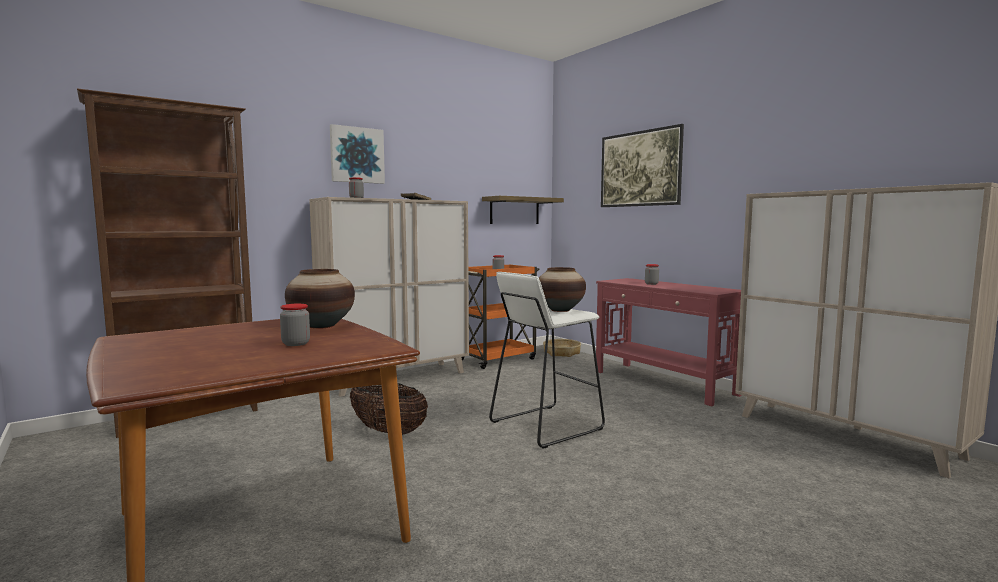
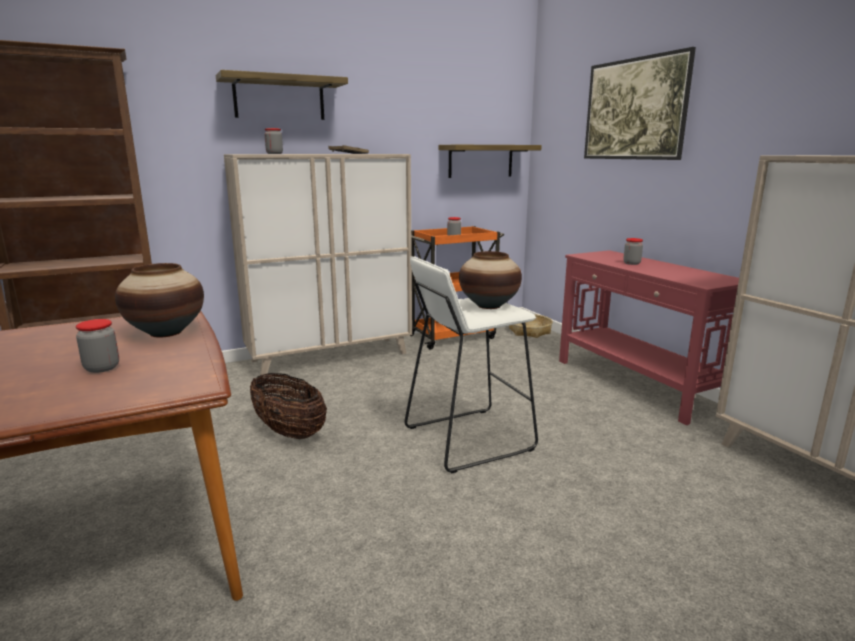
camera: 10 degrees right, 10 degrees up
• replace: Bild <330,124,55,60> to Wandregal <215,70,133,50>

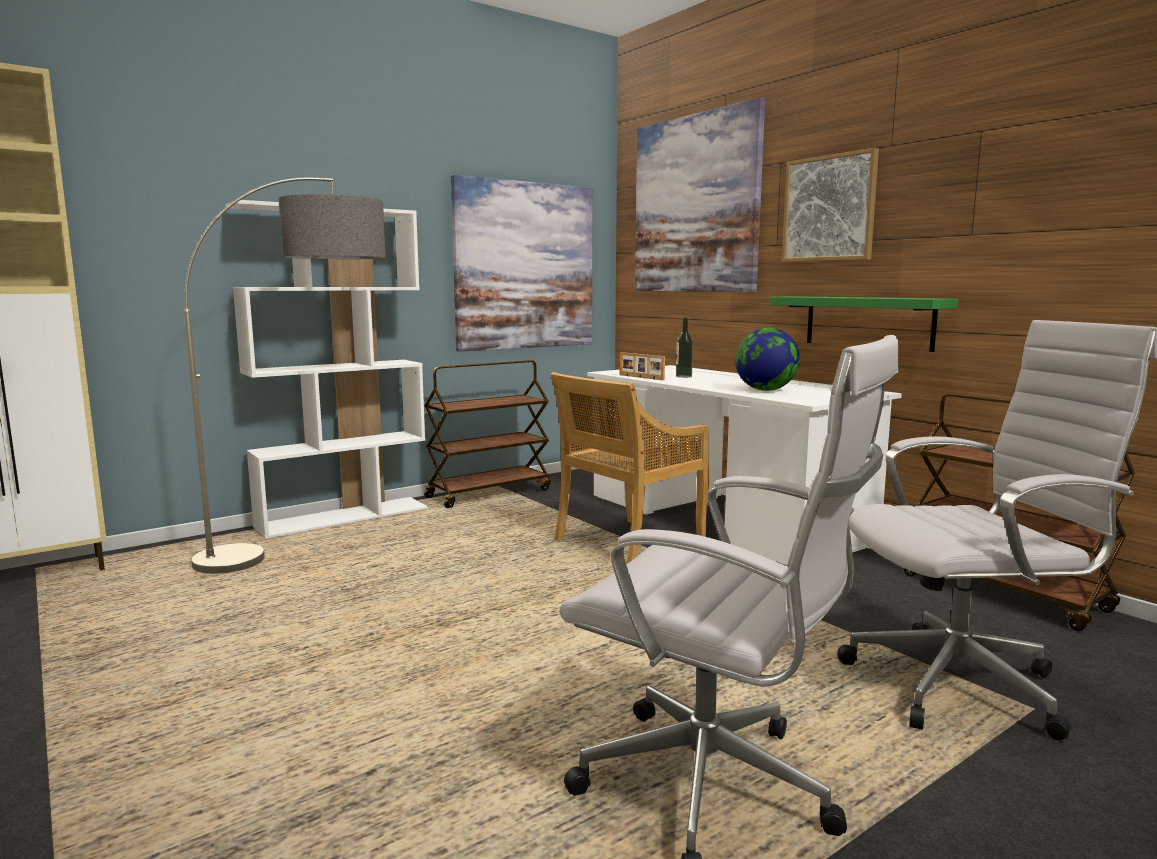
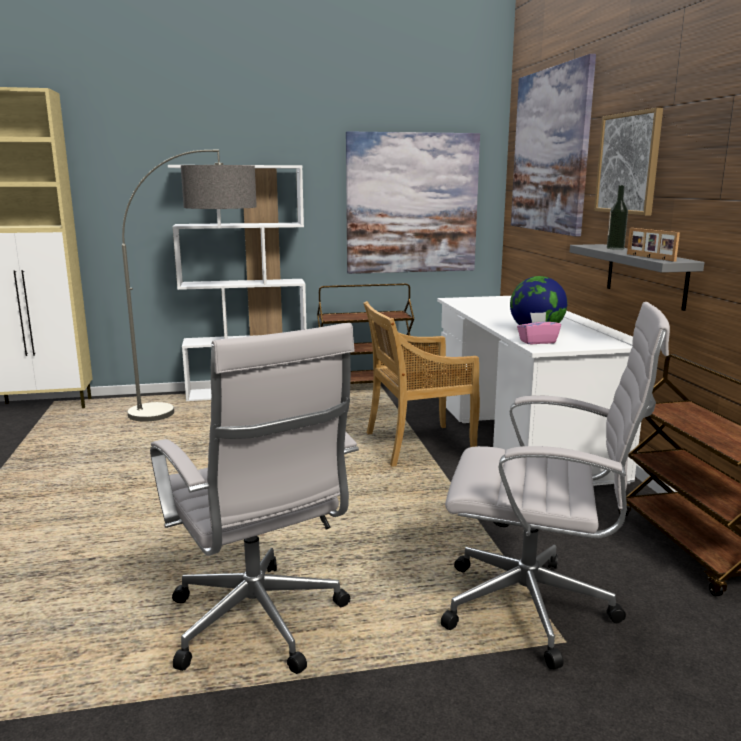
camera: 25 degrees right, 5 degrees up
• insert: Taschentuchbox/rosa <517,312,44,32>
• move: Bilderrahmen <620,352,45,28> to <627,228,53,34>
• move: Flasche <676,317,17,61> to <607,185,21,65>
• recolor: Wandregal/grün <770,296,189,56> to Wandregal/grau <570,244,135,67>

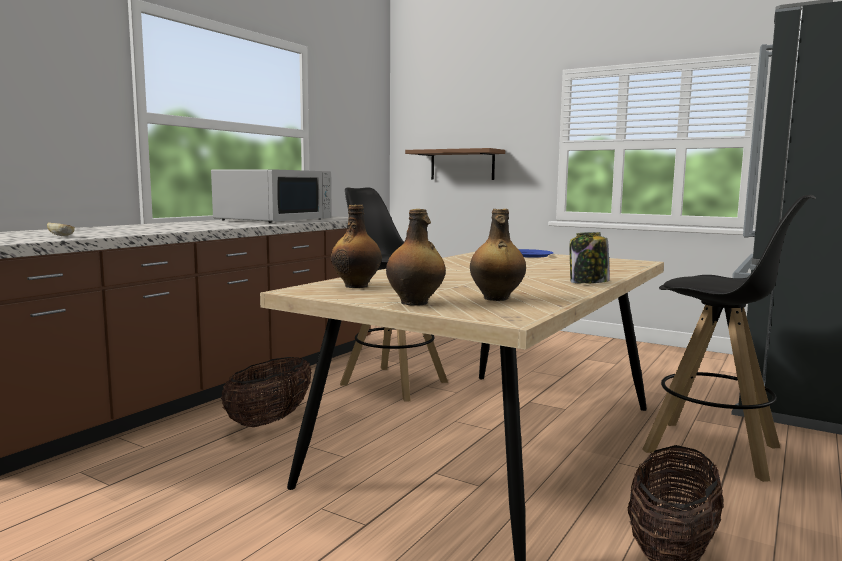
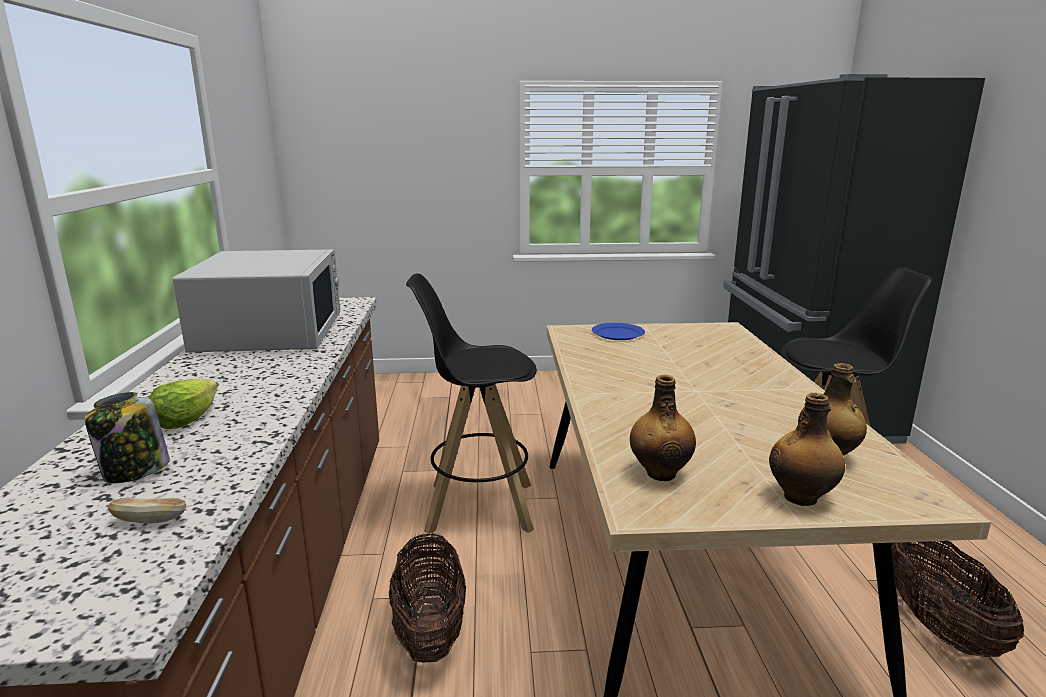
camera: 35 degrees left, 10 degrees up
• delete: Wandregal/braun <405,148,100,32>
• insert: Salatkopf <148,379,70,50>
• move: Vorratsglas <570,232,40,52> to <85,392,85,91>

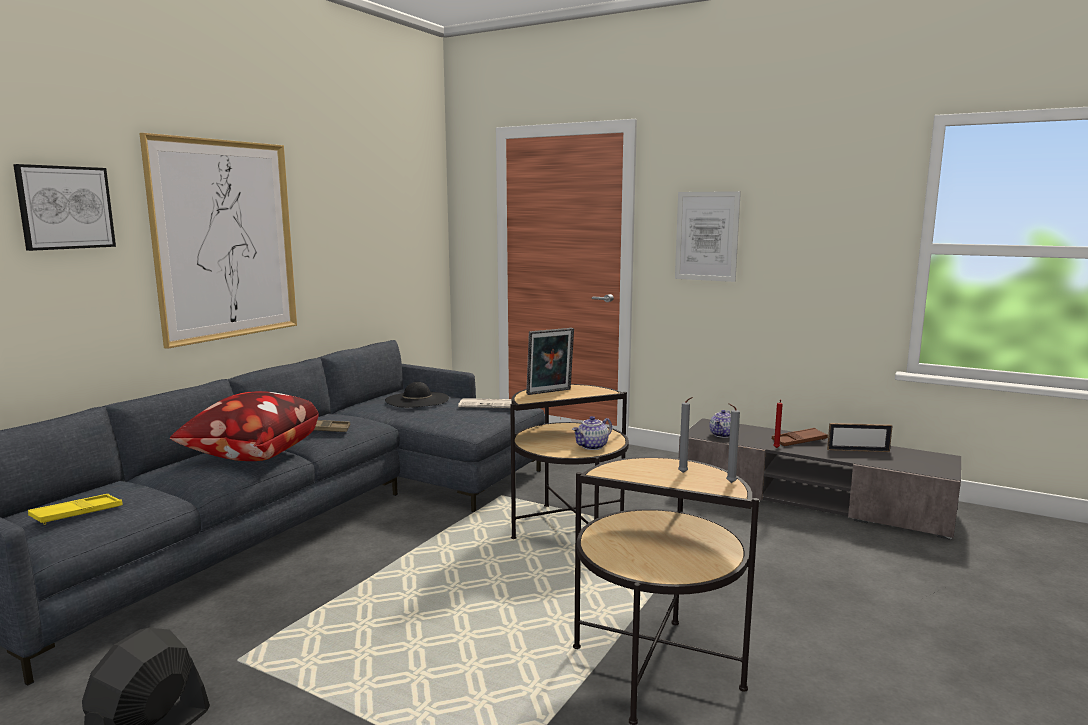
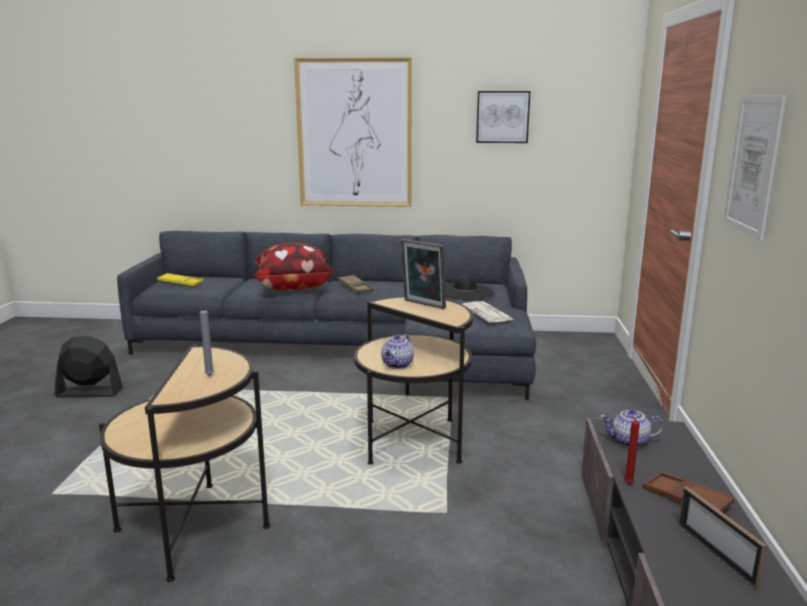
camera: 65 degrees right, 5 degrees up
• delete: Kerze/grau <726,403,14,80>
• move: Bild <13,164,103,87> to <476,91,55,52>
• rotate: Teekanne <572,416,40,34> = <381,334,33,35> 90 degrees counterclockwise

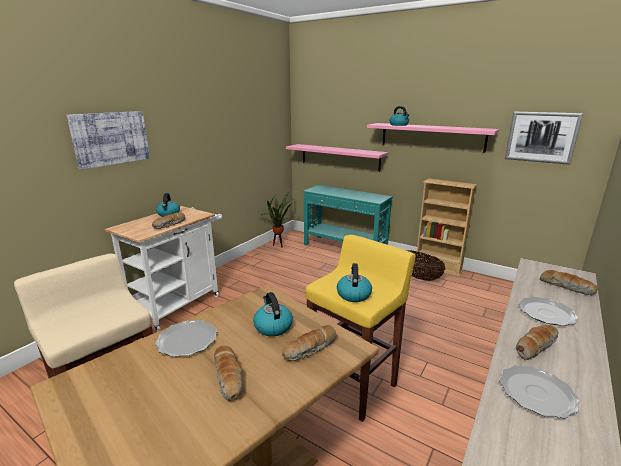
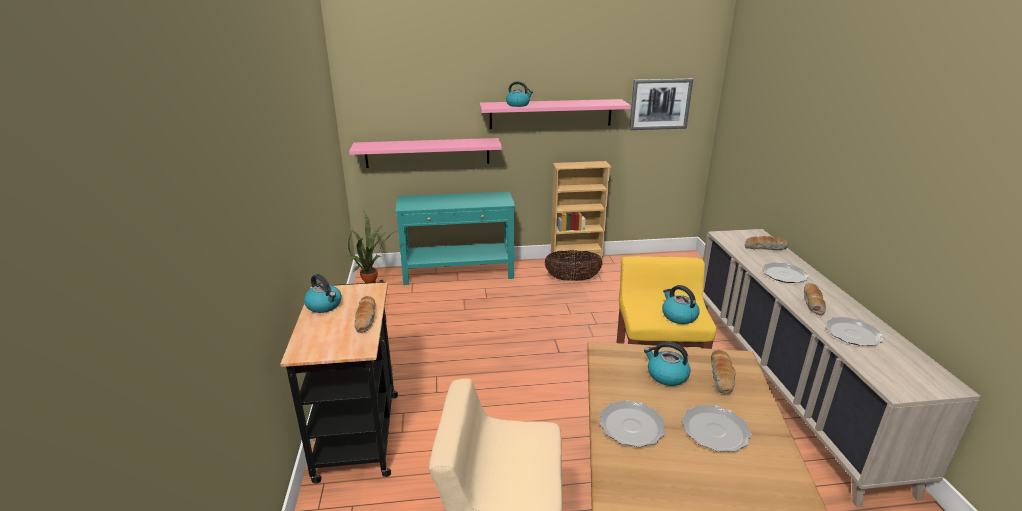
camera: 40 degrees left, 5 degrees up
• delete: Bild <67,111,83,59>
• replace: Brot <214,346,28,55> to Teller <681,405,71,47>
• recolor: Rollwagen/weiß <105,206,117,126> to Rollwagen/schwarz <280,280,118,204>

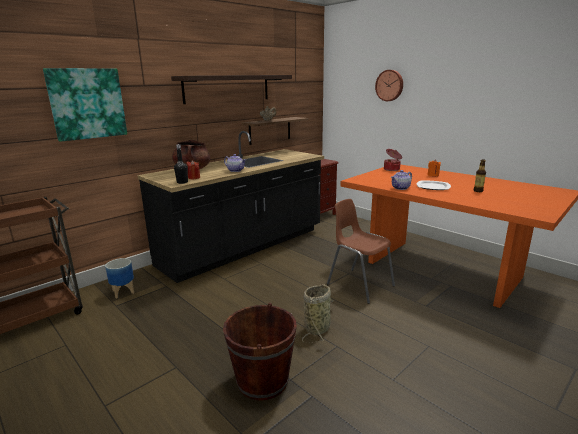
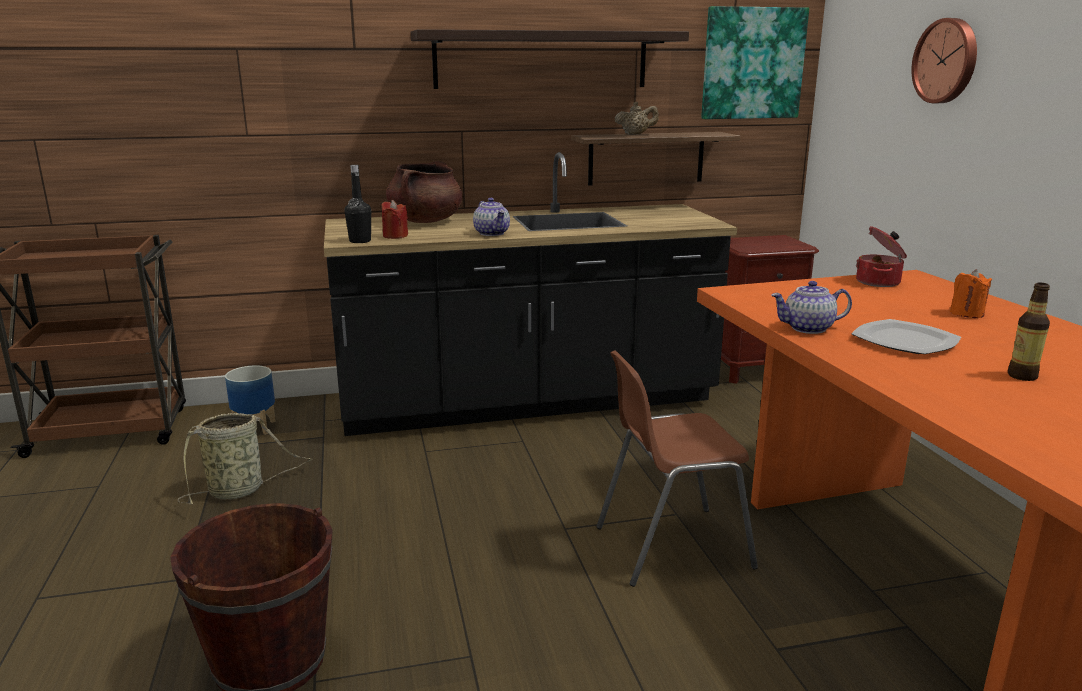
camera: 30 degrees right, 0 degrees up
• move: Bild <43,68,84,74> to <701,6,108,113>
• move: Korb <302,285,31,58> to <178,413,134,91>
• rotate: Stuhl/braun <327,199,68,105> = <596,351,162,236> 90 degrees counterclockwise

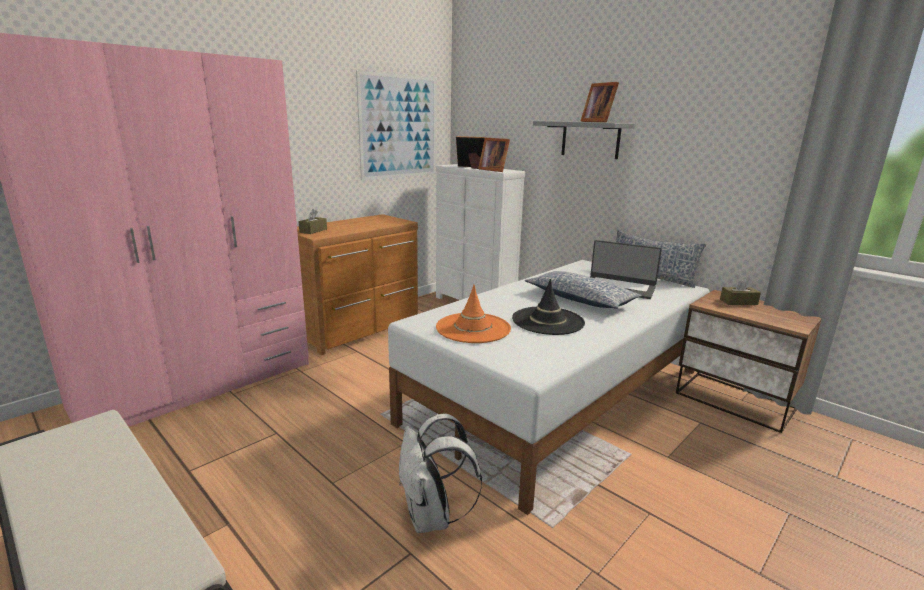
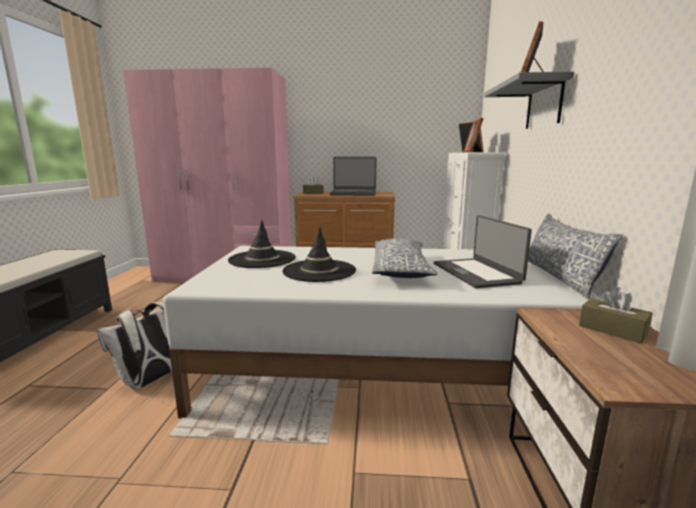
camera: 50 degrees right, 5 degrees down
• delete: Bild <356,70,80,111>
• insert: Laptop <330,157,47,39>
• recolor: Hut/orange <436,285,75,58> to Hut/schwarz <228,220,67,48>

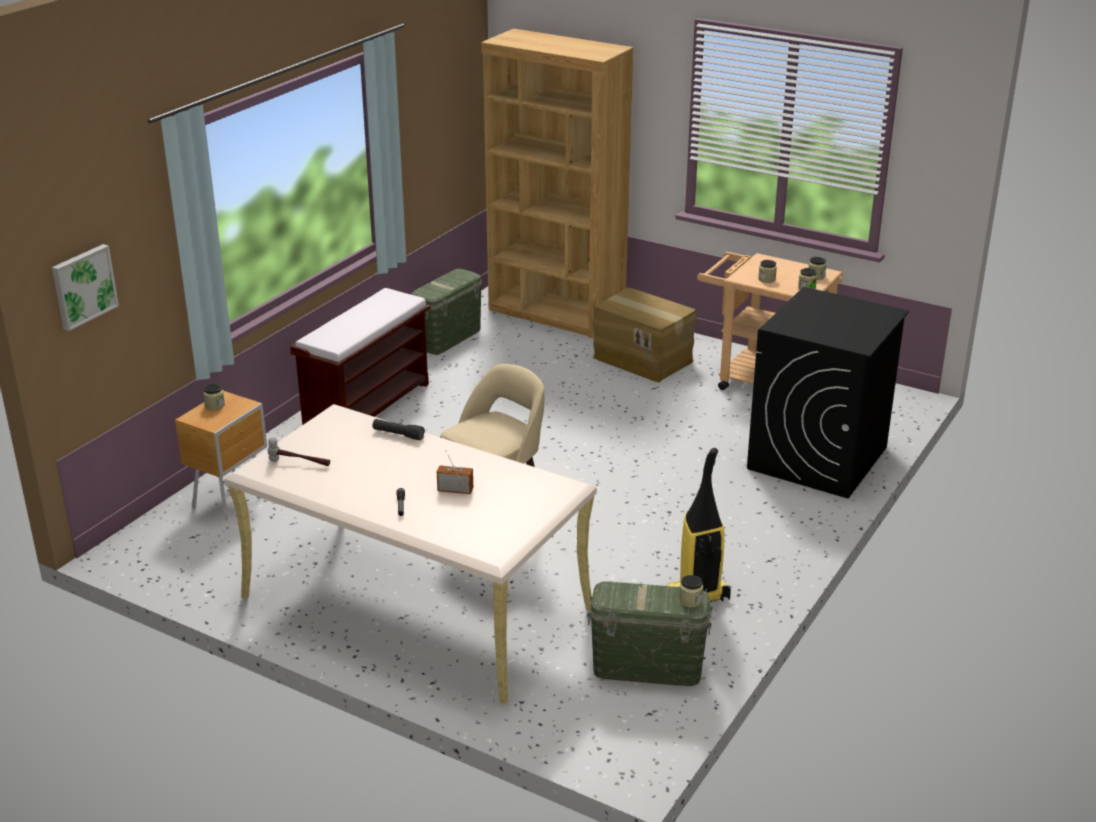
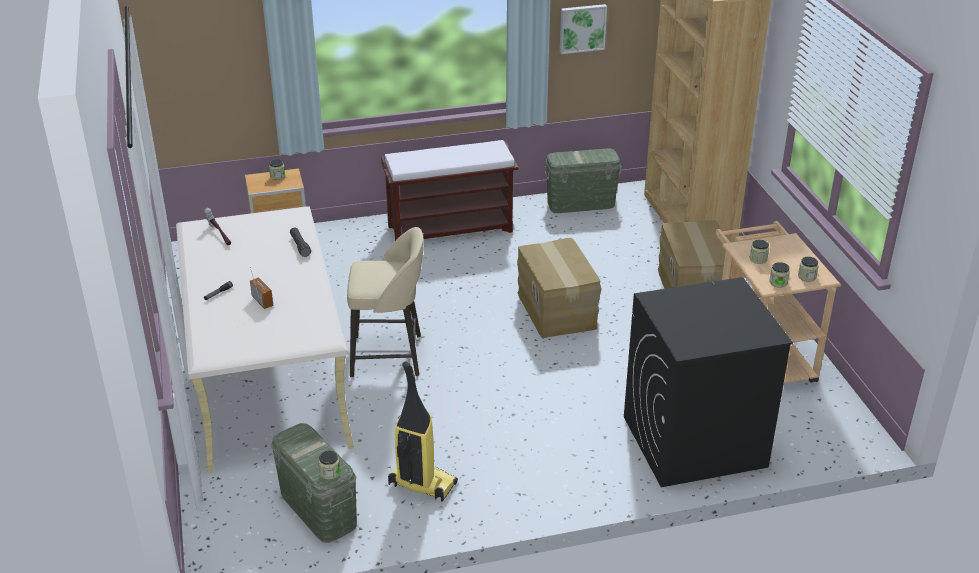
camera: 45 degrees right, 5 degrees up
• insert: Karton <517,238,84,101>
• move: Bild <52,244,67,87> to <560,4,47,50>

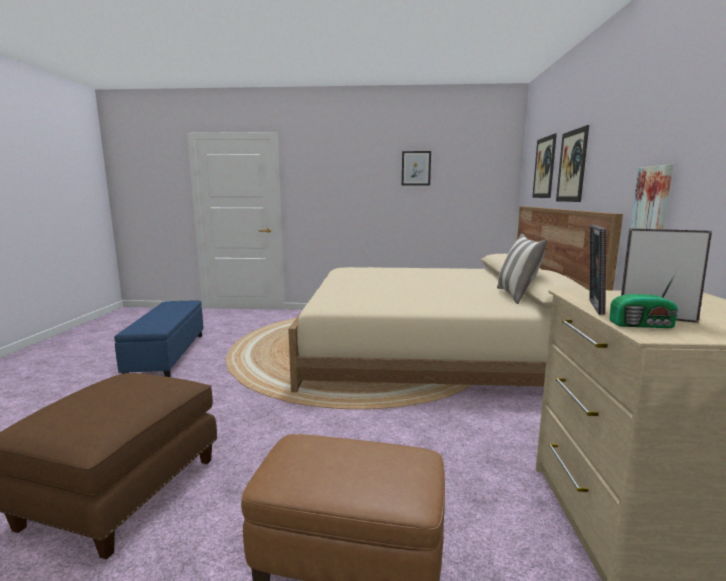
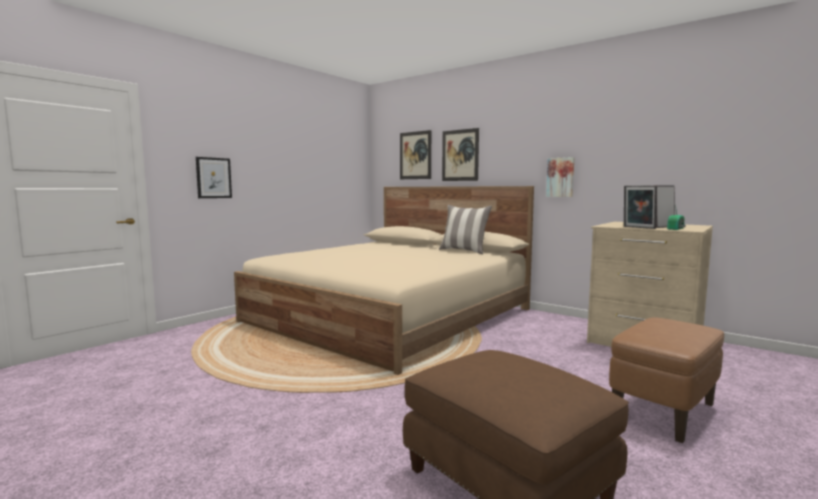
camera: 55 degrees left, 5 degrees down
• delete: Polsterhocker/blau <114,301,90,76>
• move: Bild <402,151,29,34> to <196,157,36,41>

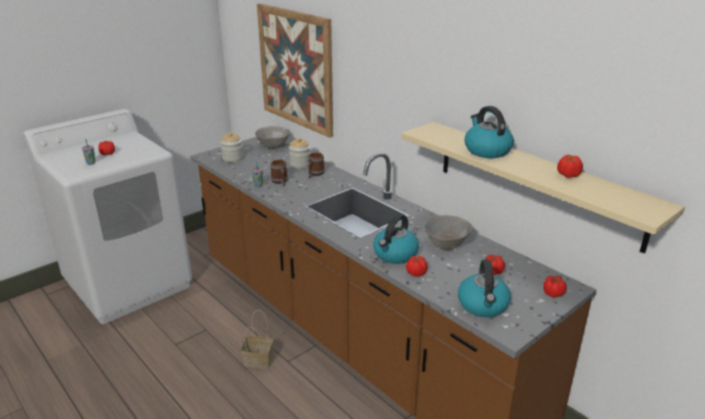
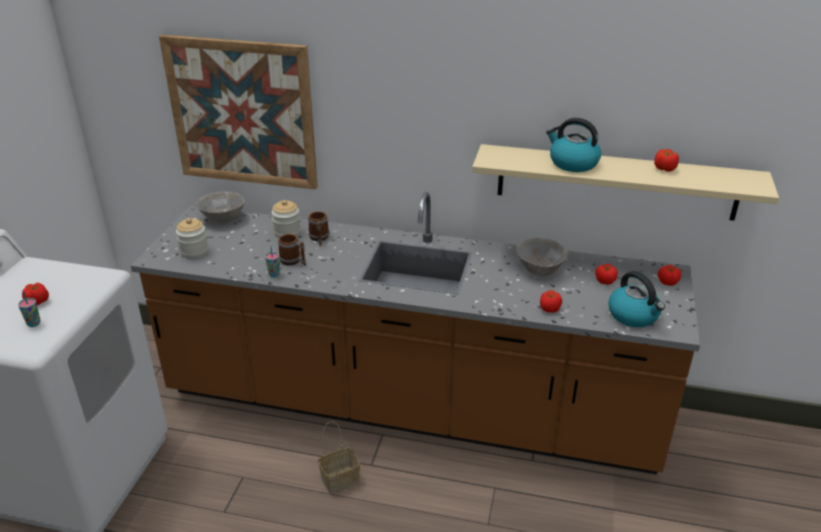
camera: 35 degrees left, 5 degrees up
• delete: Wasserkessel <373,214,46,50>

